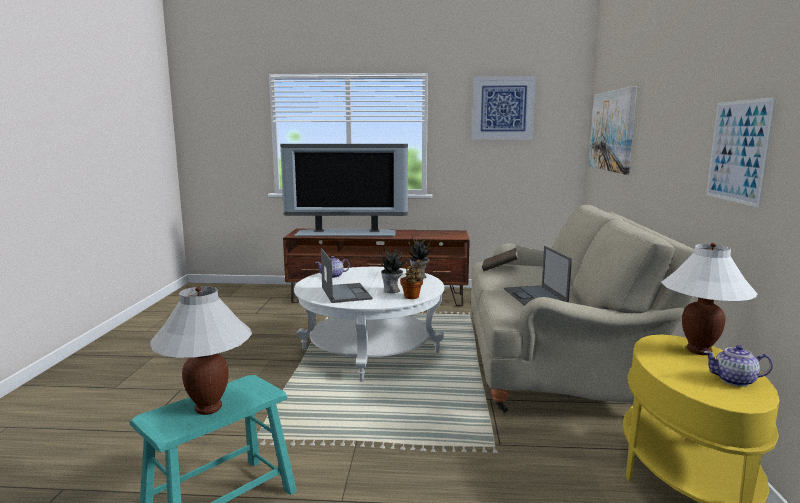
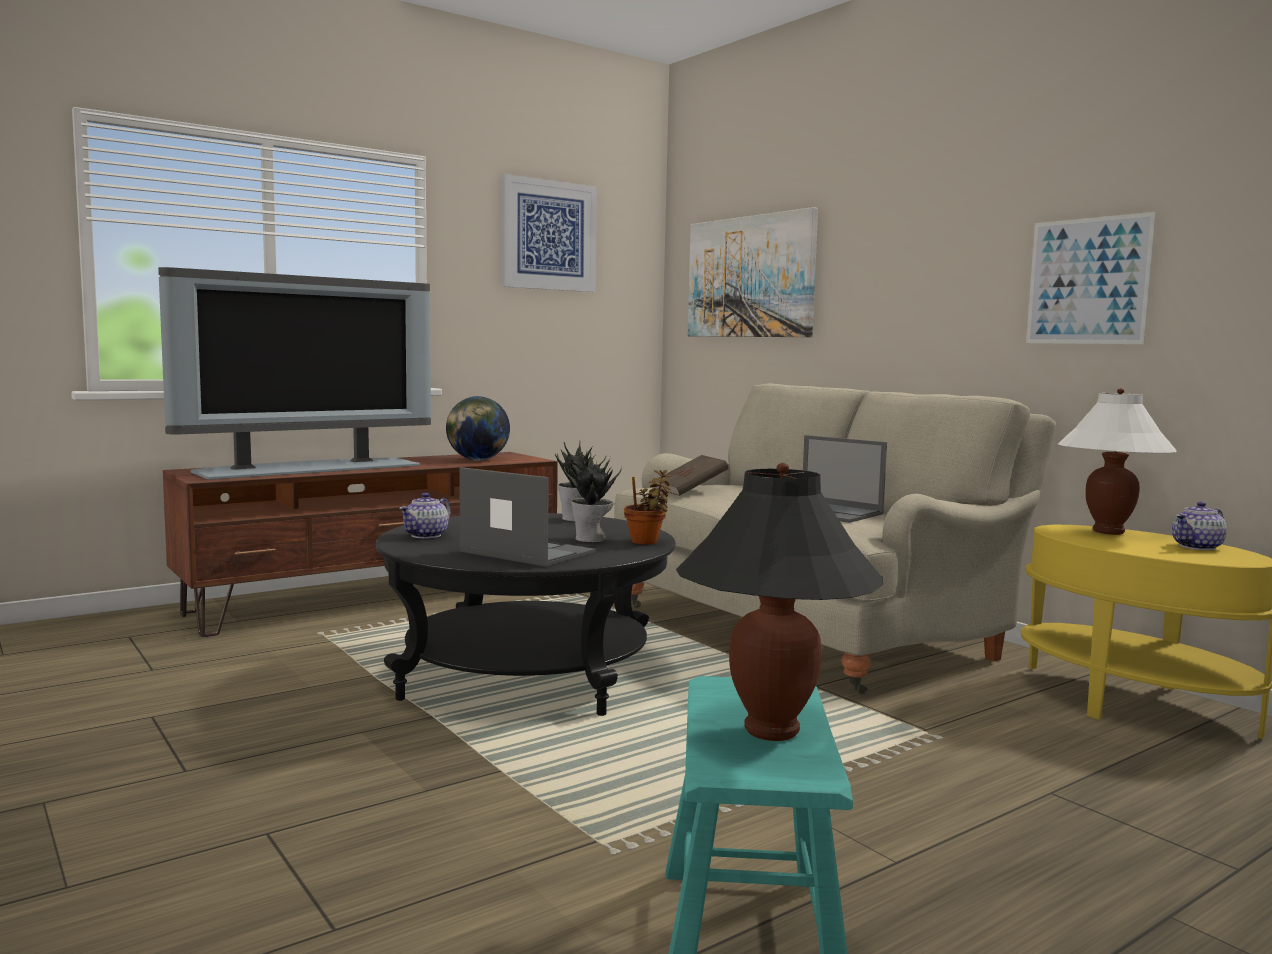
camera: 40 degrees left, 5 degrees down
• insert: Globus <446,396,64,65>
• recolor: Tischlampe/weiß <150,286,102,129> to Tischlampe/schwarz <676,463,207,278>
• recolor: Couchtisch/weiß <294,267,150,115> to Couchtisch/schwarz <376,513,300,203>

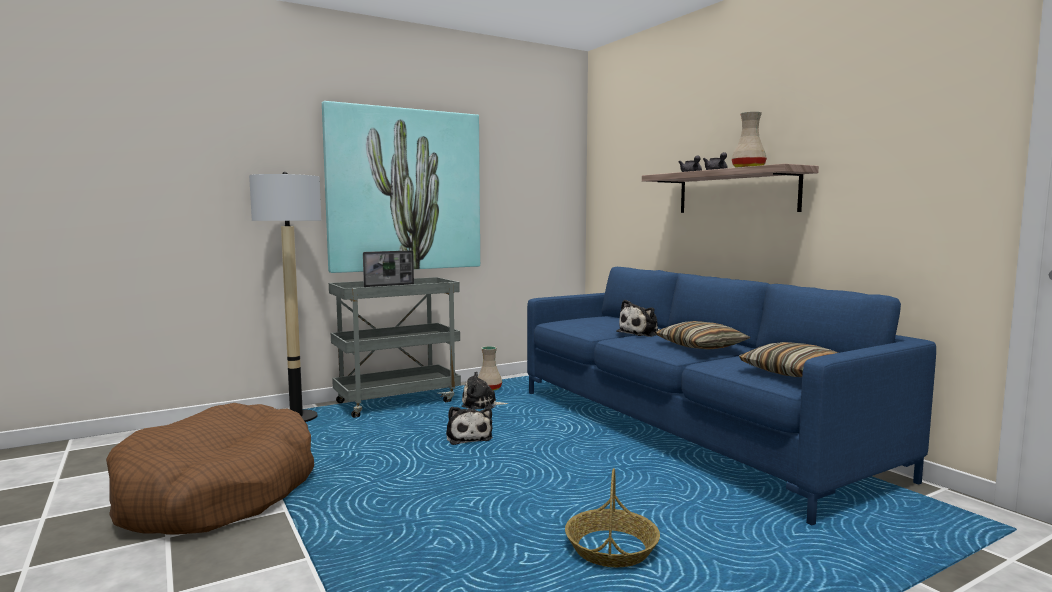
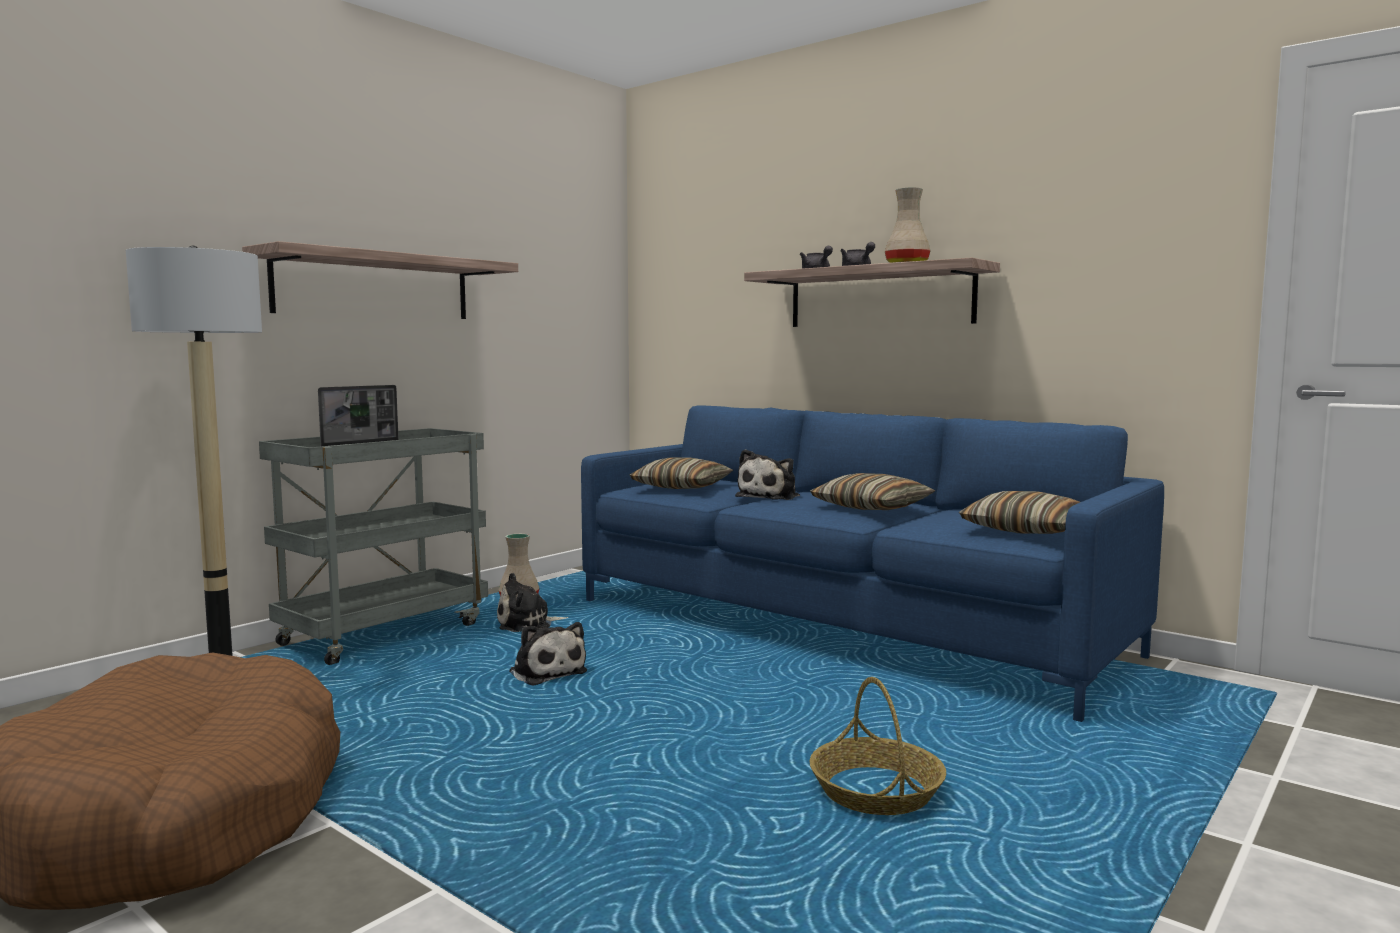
camera: 20 degrees left, 0 degrees up
• insert: Kissen <629,457,104,32>
• replace: Bild <322,101,158,172> to Wandregal <242,241,276,78>

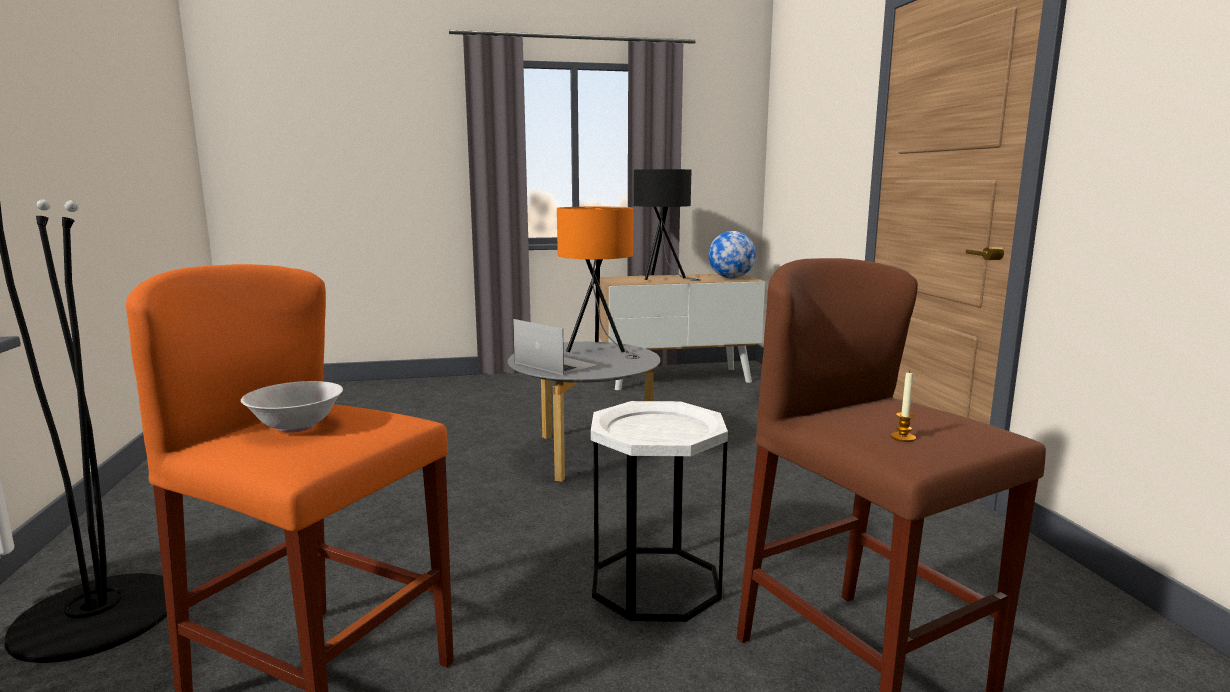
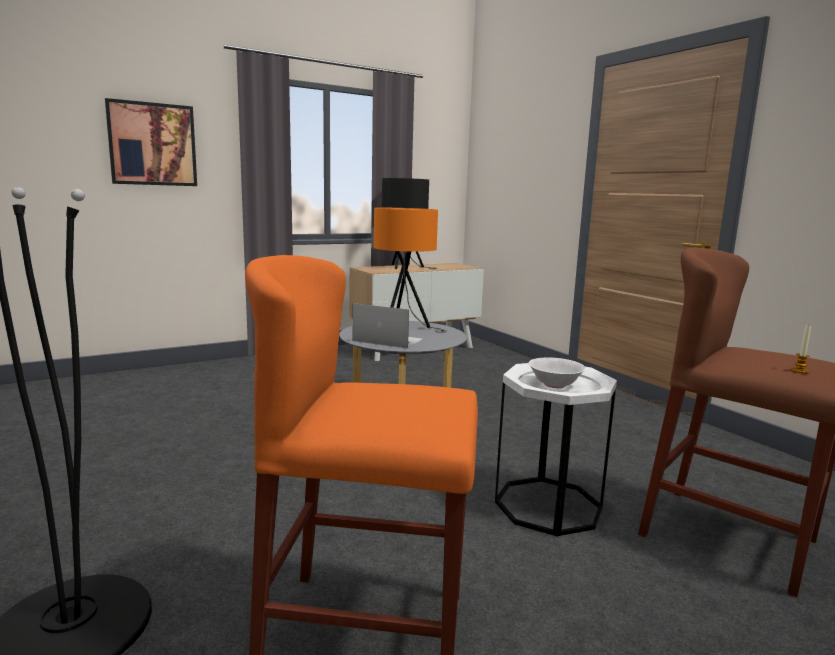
camera: 20 degrees left, 0 degrees up
• delete: Globus <708,231,48,47>
• insert: Bild <105,98,92,88>
• move: Schüssel/weiß <241,381,102,52> to <528,357,58,31>

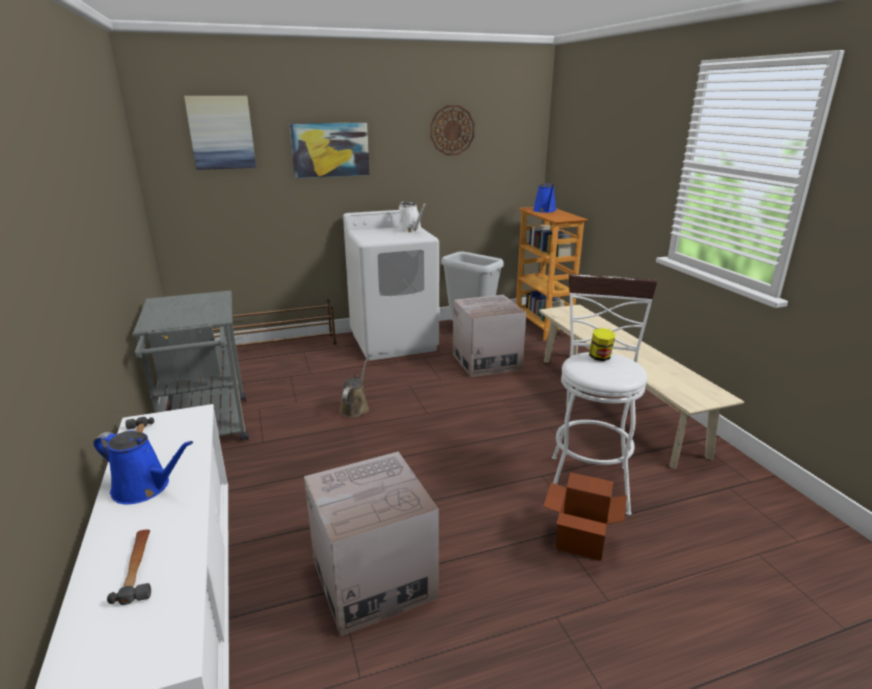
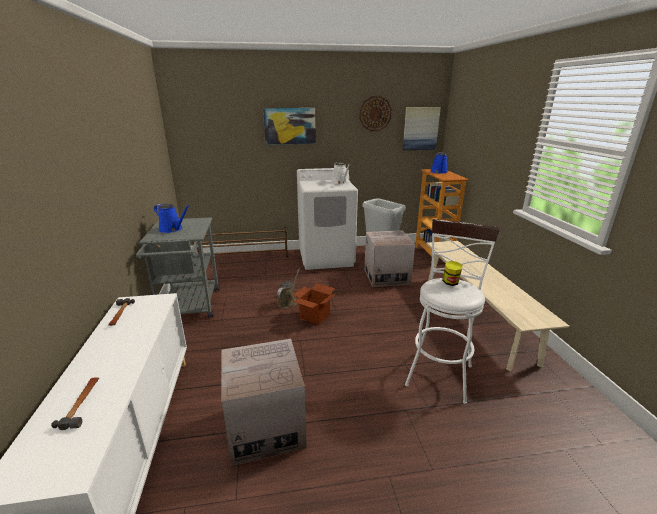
camera: 10 degrees right, 0 degrees up
• move: Gießkanne/blau <93,431,100,73> to <154,204,36,29>
• move: Bild <184,96,72,74> to <403,107,38,43>
• move: Karton <543,472,84,89> to <293,283,43,42>

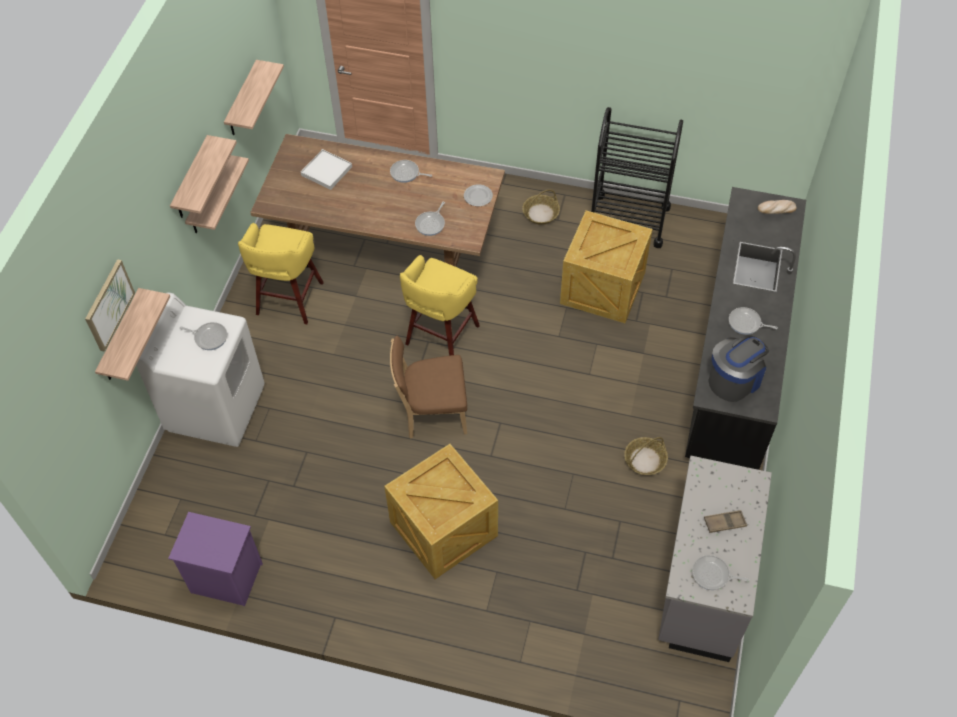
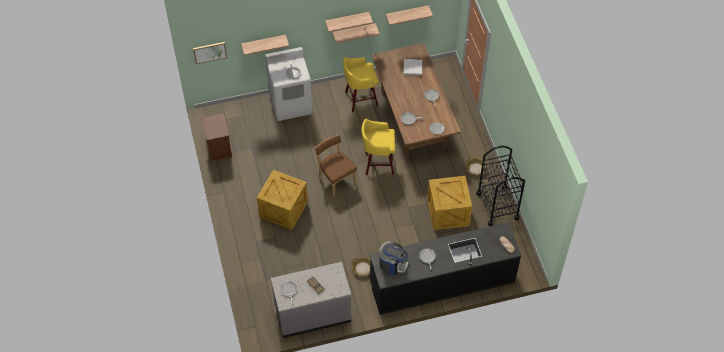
camera: 60 degrees right, 0 degrees up
• move: Bild <85,259,50,93> to <193,42,34,22>
• recolor: Nachttisch/lila <168,512,95,94> to Nachttisch/braun <202,113,30,48>

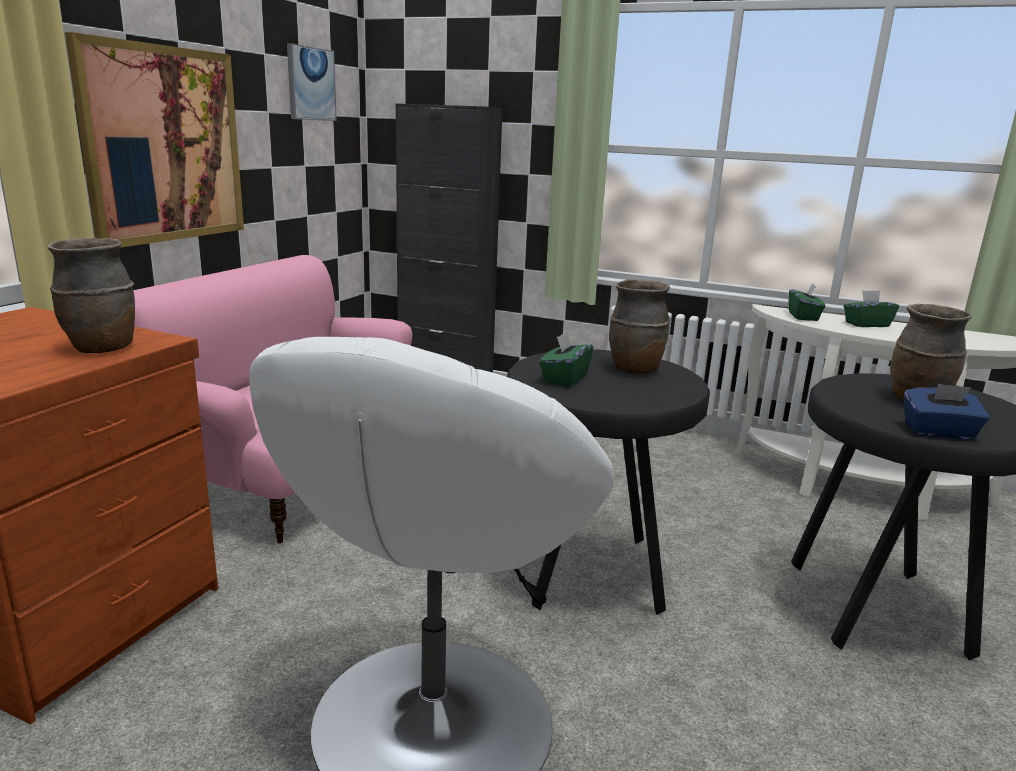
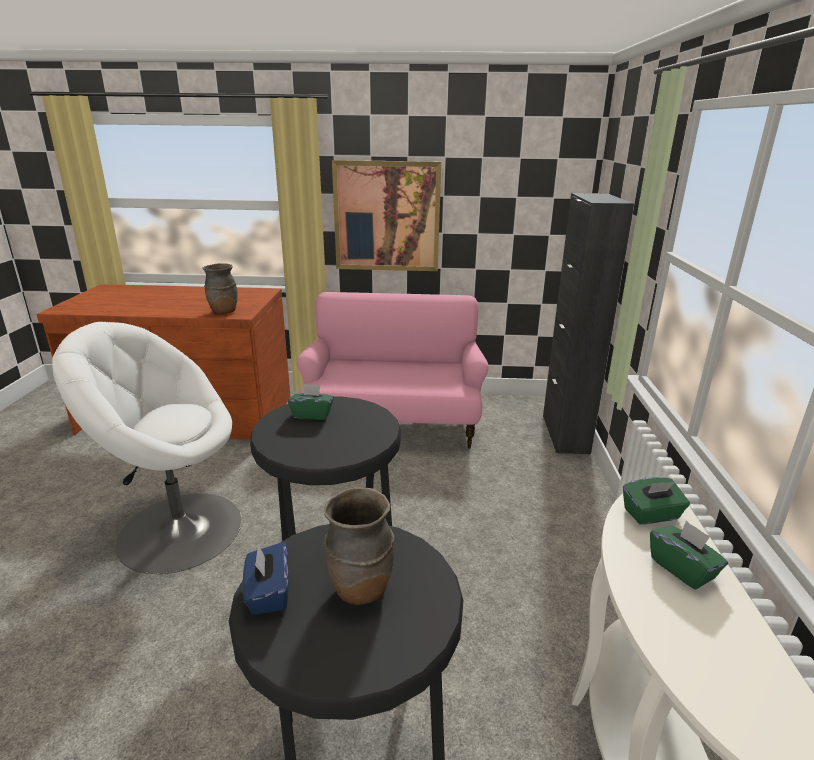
camera: 70 degrees right, 5 degrees up
• delete: Bild <287,43,50,78>
• delete: Vase/braun <609,279,61,95>

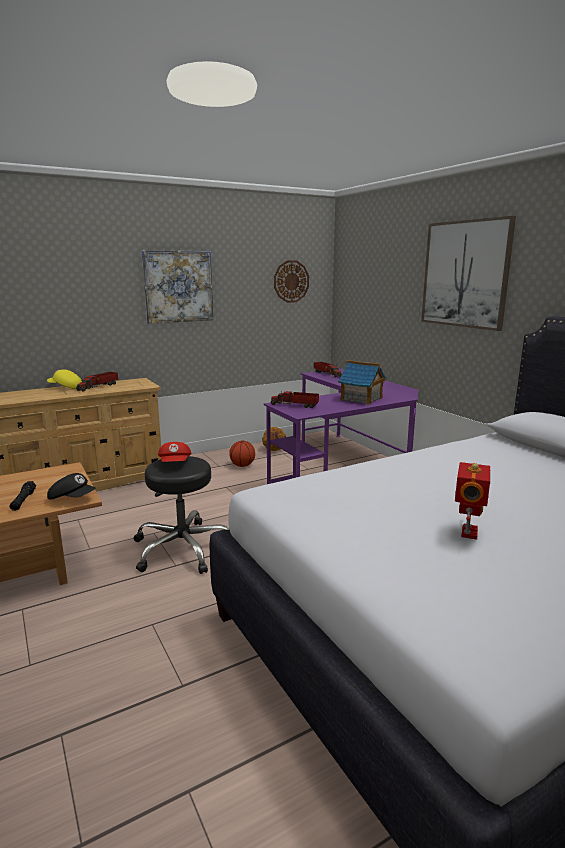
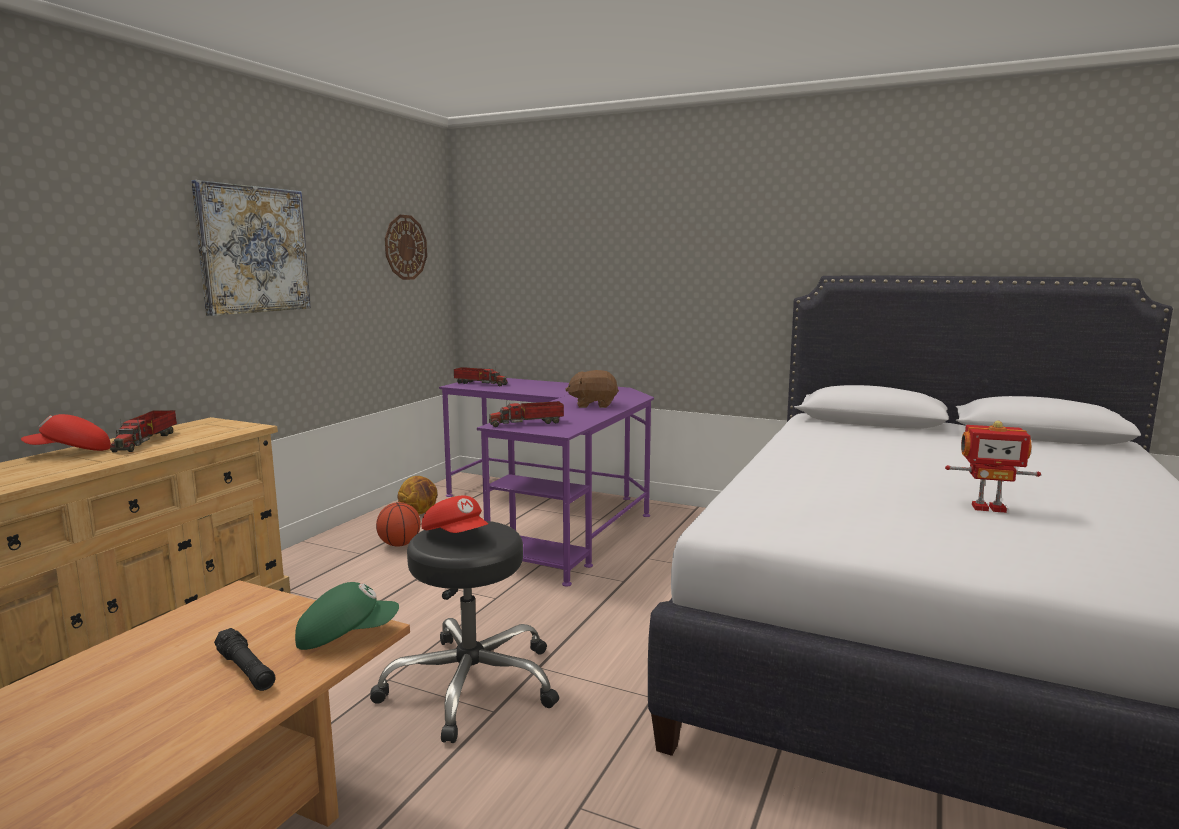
camera: 35 degrees left, 5 degrees down
• delete: Bild <421,216,95,115>
• replace: Spielzeughaus <338,360,49,45> to Plüschtier/braun <565,370,54,38>
• recolor: Kappe/gelb <47,369,35,20> to Kappe/rot <21,414,90,37>
• recolor: Kappe/schwarz <47,473,49,27> to Kappe/grün <295,582,104,68>
• rotate: Spielzeugroboter <455,462,36,78> = <945,421,96,92> 120 degrees clockwise

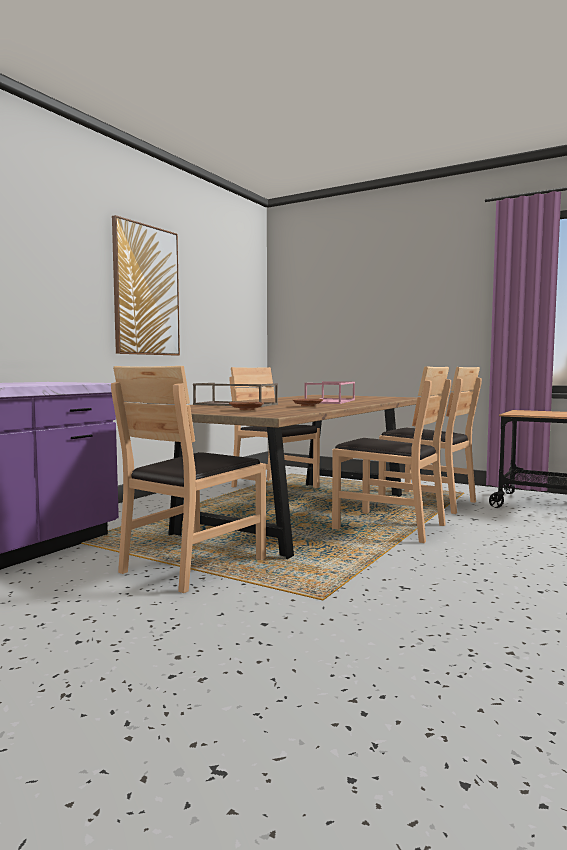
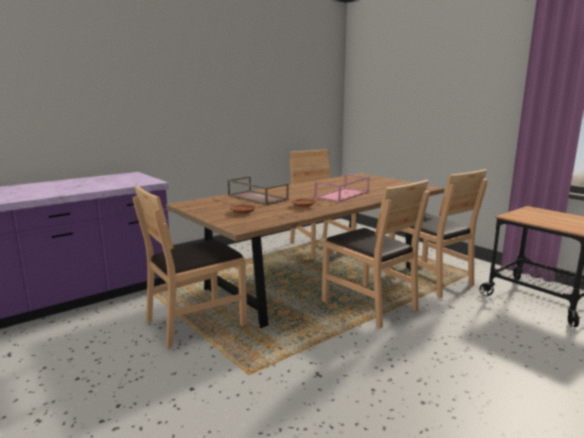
camera: 20 degrees right, 10 degrees up
• delete: Bild <112,215,68,141>

